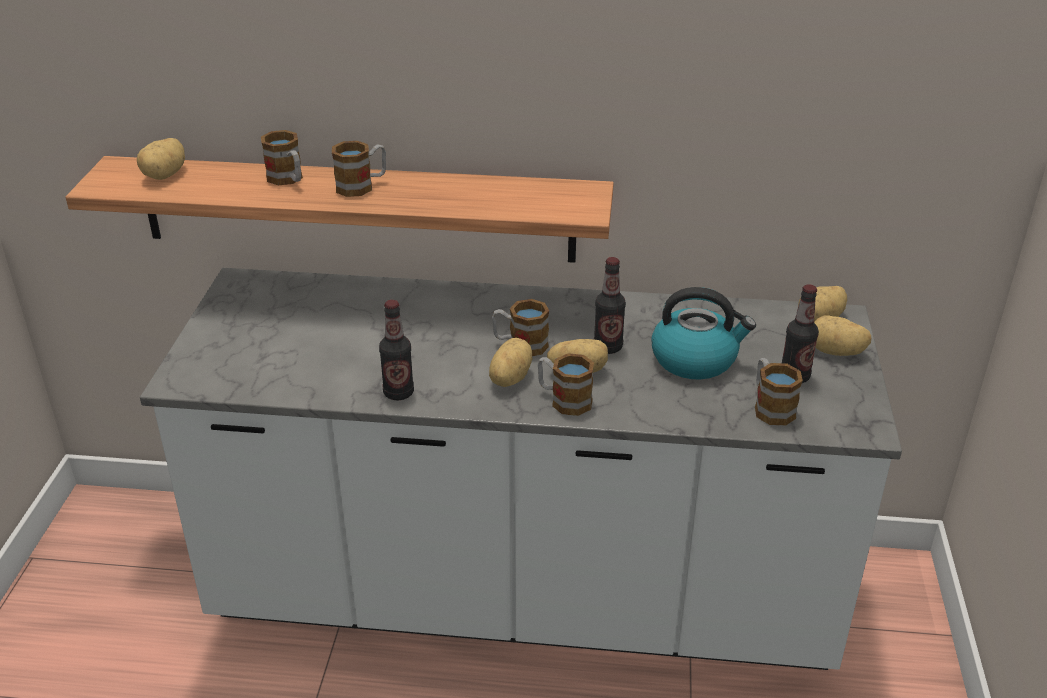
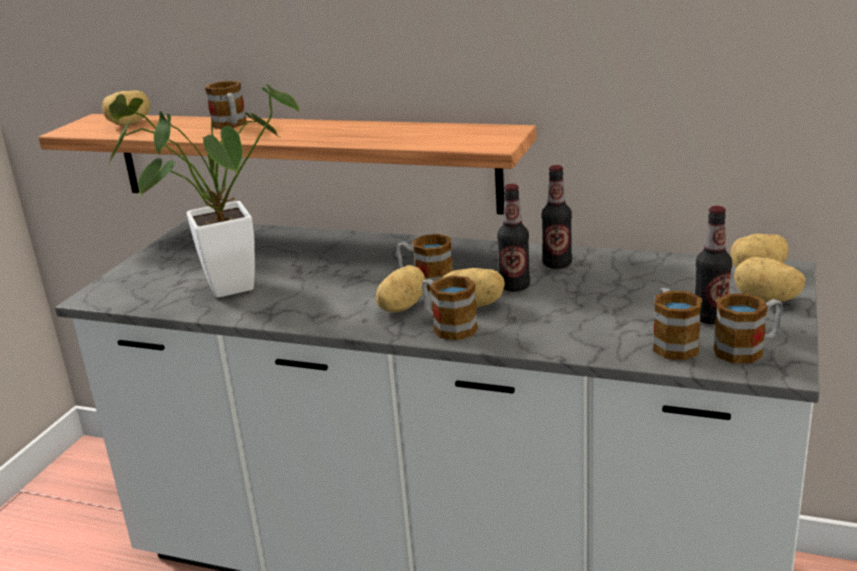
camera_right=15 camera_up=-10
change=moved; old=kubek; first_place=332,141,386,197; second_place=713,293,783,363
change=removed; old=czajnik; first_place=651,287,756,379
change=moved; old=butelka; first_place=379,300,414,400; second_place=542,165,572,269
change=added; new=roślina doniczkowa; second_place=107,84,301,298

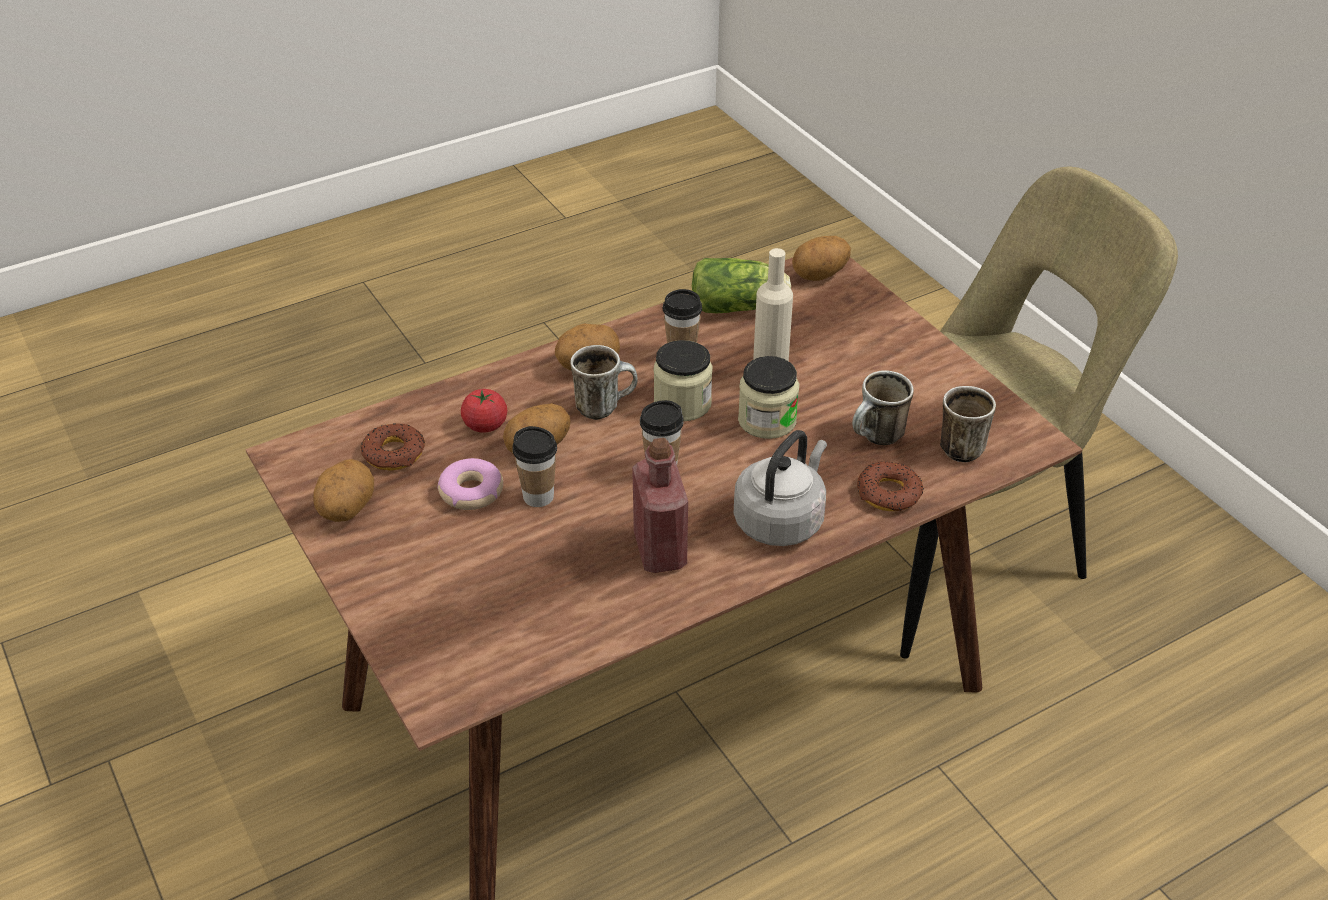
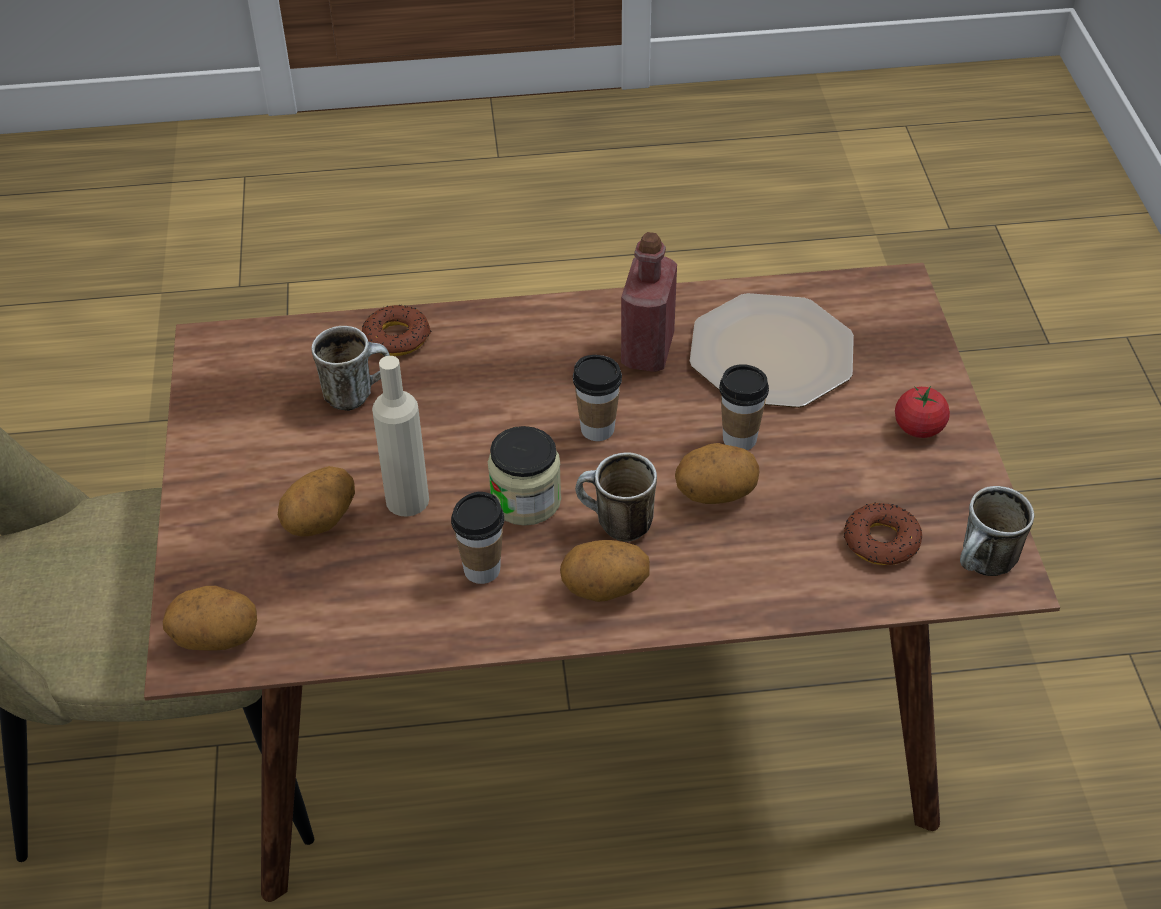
camera_right=-155 camera_up=5
change=removed; old=sałata; first_place=692,258,791,313
change=removed; old=słoik; first_place=738,356,799,439
change=moved; old=kubek; first_place=940,386,996,462; second_place=960,486,1034,576
change=moved; old=pomidor; first_place=461,389,508,432; second_place=895,386,950,438
change=removed; old=czajnik/szary; first_place=734,430,827,546
change=removed; old=donut; first_place=438,458,503,510
change=moved; old=ziemniak; first_place=313,459,374,522; second_place=278,466,355,537
change=added; new=talerz; second_place=690,293,854,408

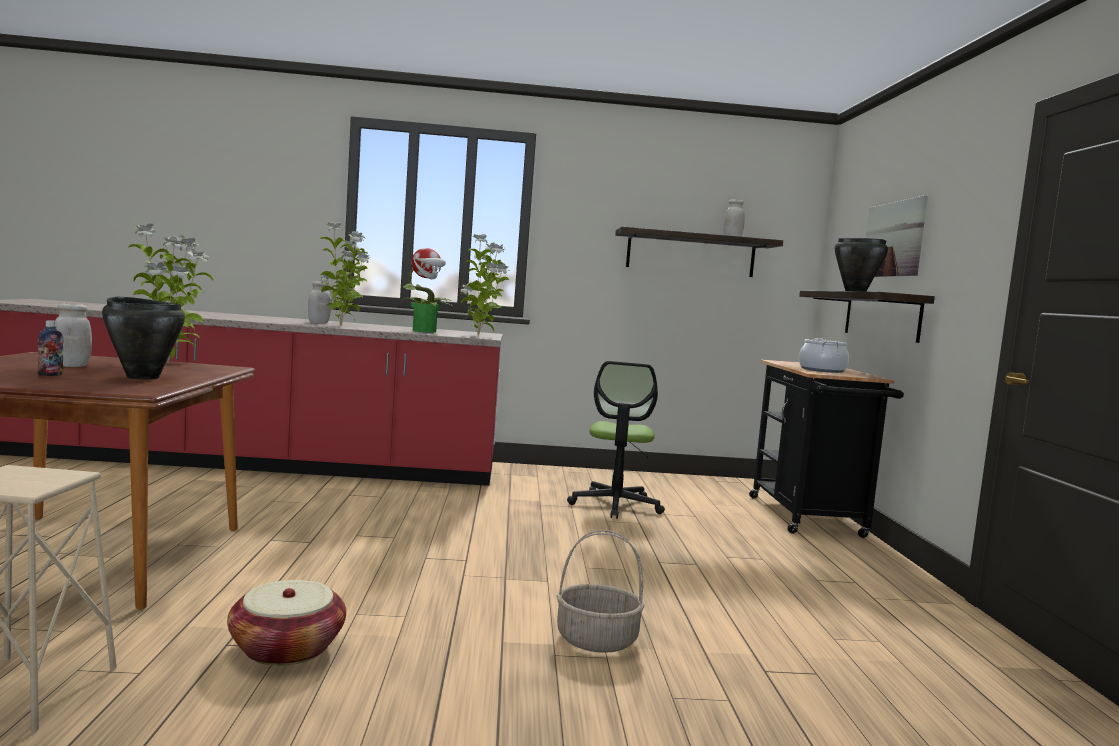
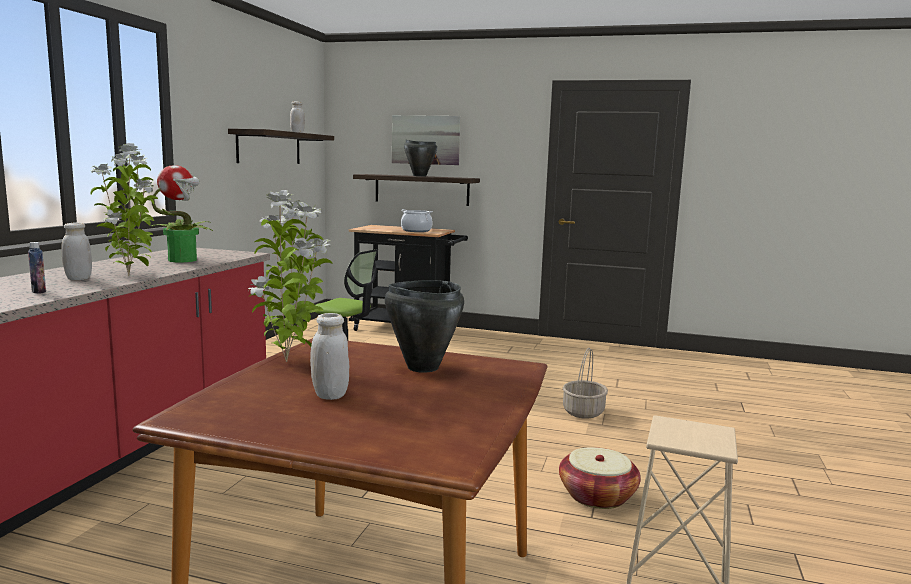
camera_right=-70 camera_up=5
change=removed; old=roślina doniczkowa; first_place=460,234,510,337
change=moved; old=butelka; first_place=38,320,64,376; second_place=28,242,46,294

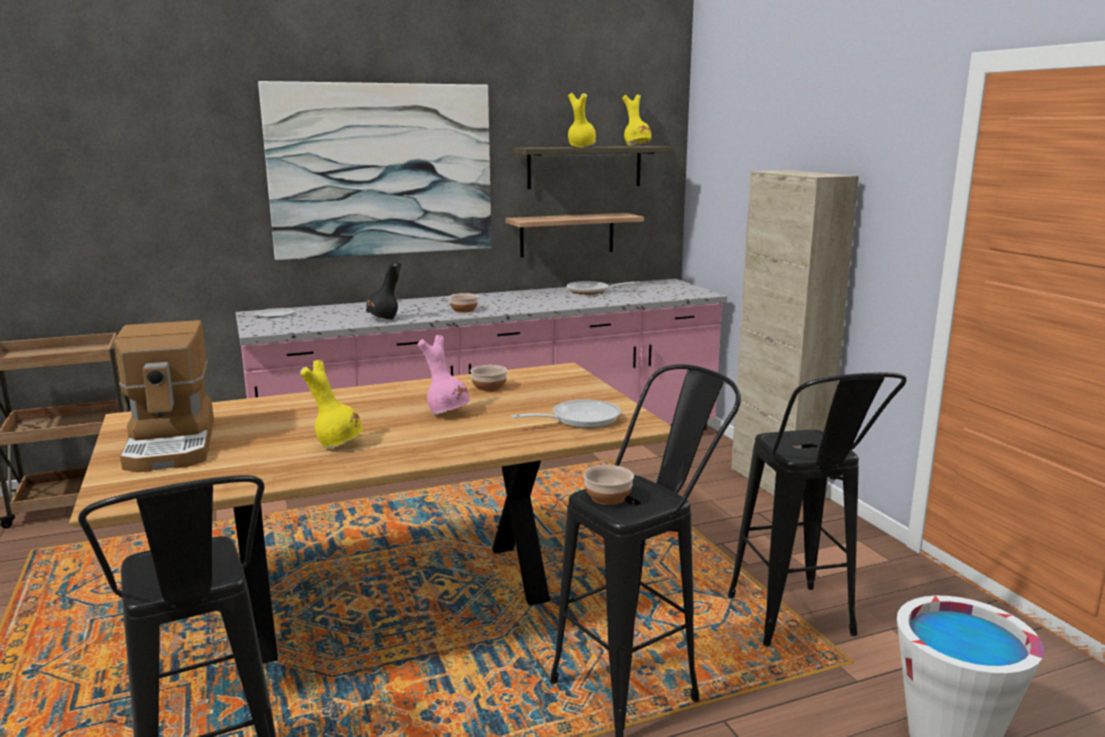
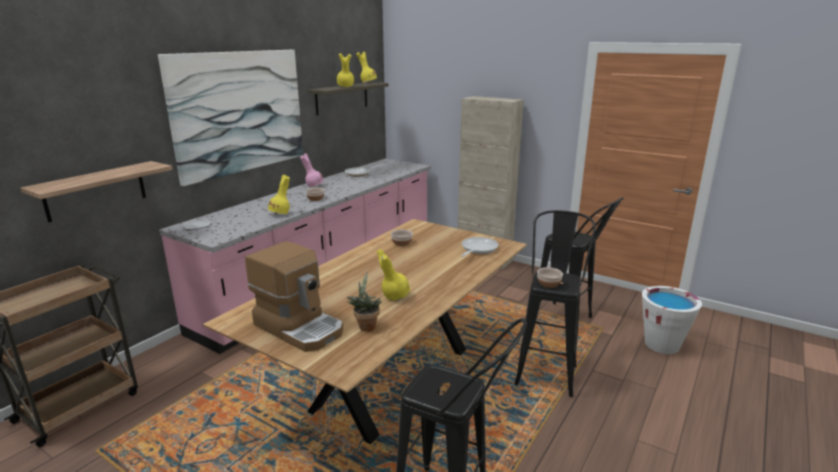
camera_right=-35 camera_up=5
change=moved; old=półka; first_place=506,213,644,258; second_place=20,161,173,223
change=recoloured; old=wazon/czarny; new=wazon/żółty; first_place=366,261,401,319; second_place=268,175,290,214
change=moved; old=wazon/różowy; first_place=418,335,470,415; second_place=300,153,324,188
change=added; new=roślina doniczkowa; second_place=347,271,382,331

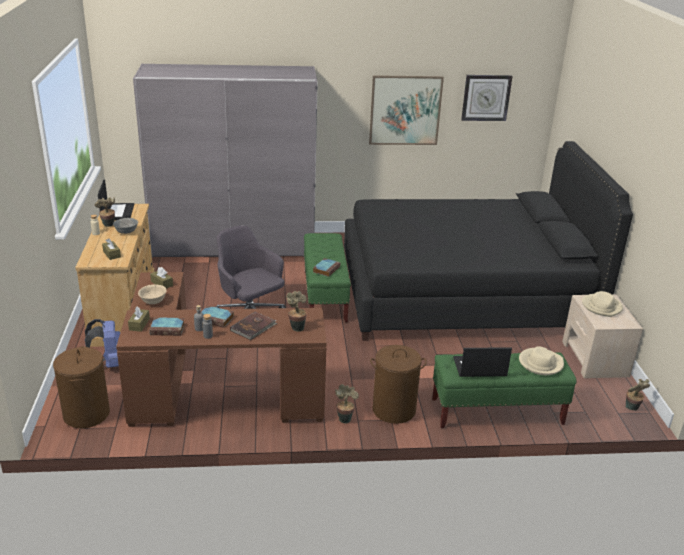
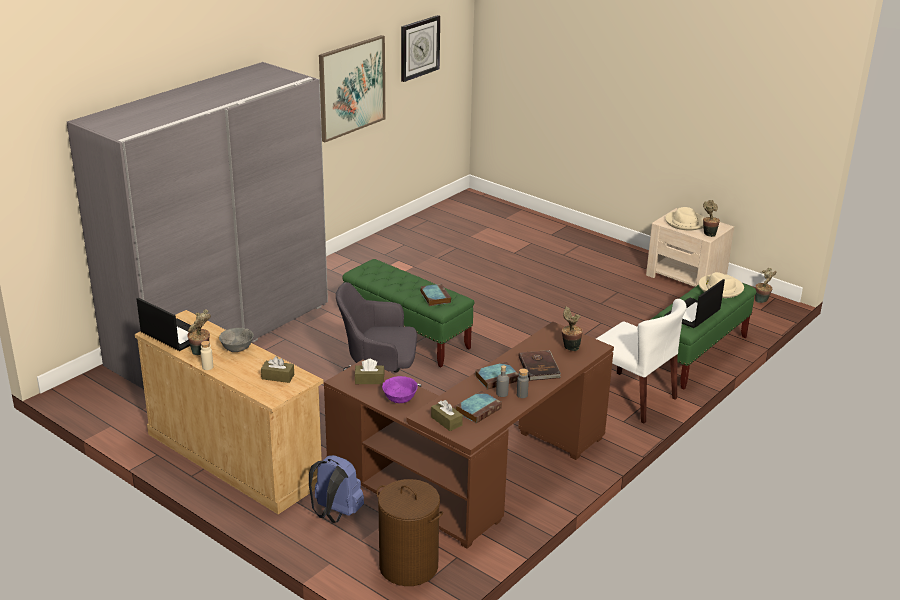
camera_right=-45 camera_up=0
change=removed; old=łóżko/czarny; first_place=344,141,633,341
change=recoloured; old=miska/beżowy; new=miska/fioletowy; first_place=138,284,167,304; second_place=382,376,418,403
change=replaced; old=kosz na pranie/brązowy; new=krzesło/biały; first_place=370,345,427,424; second_place=596,299,687,423
change=moved; old=roślina doniczkowa; first_place=335,384,359,424; second_place=703,200,720,237

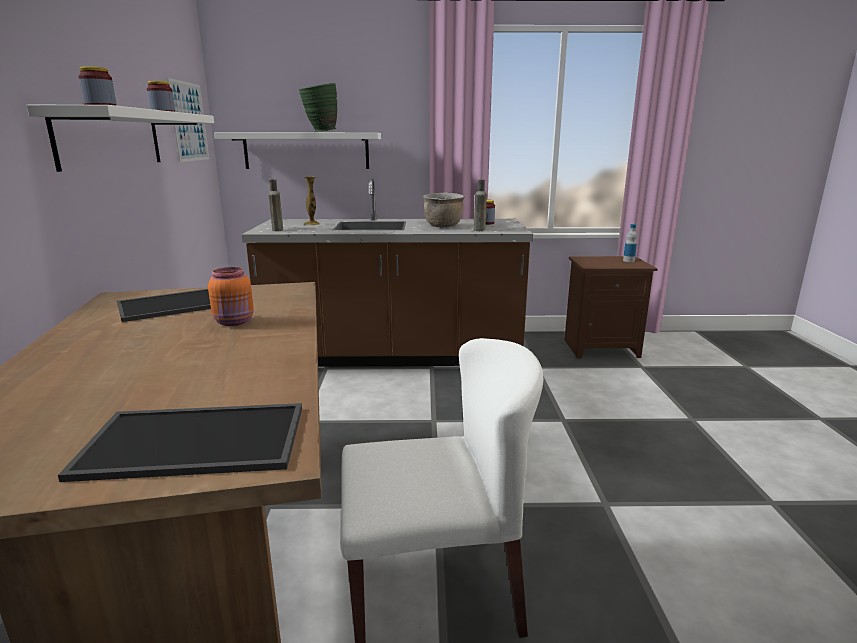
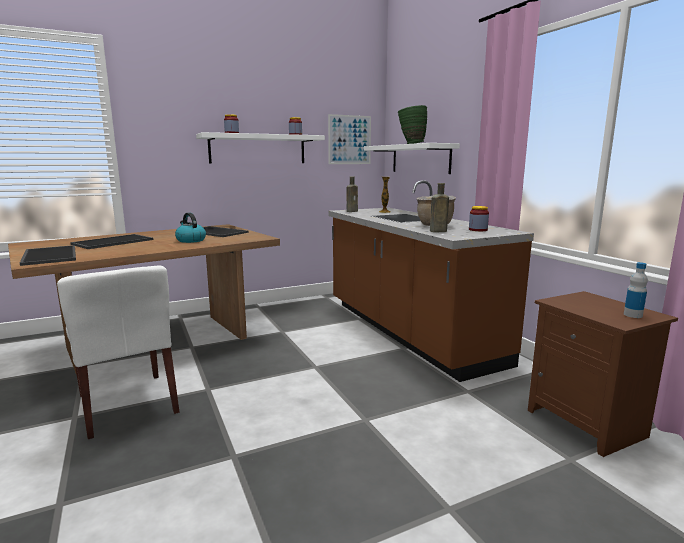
camera_right=65 camera_up=-5
change=replaced; old=słoik/pomarańczowy; new=czajnik; first_place=208,267,254,326; second_place=175,213,206,243
change=added; new=taca; second_place=70,234,153,249

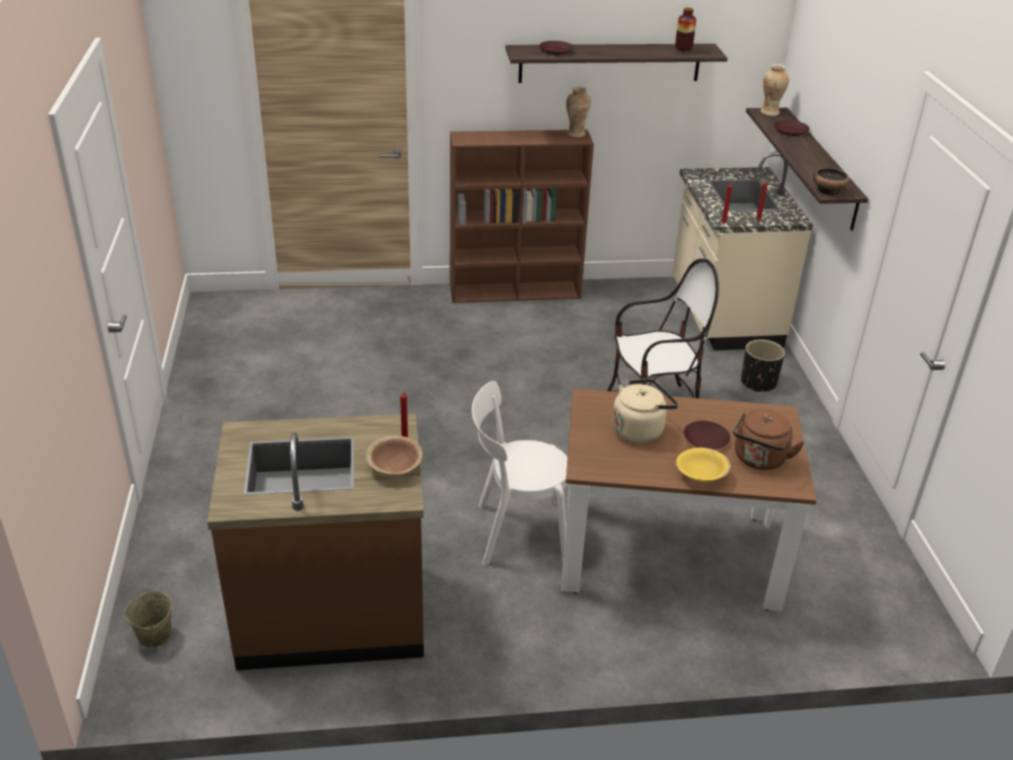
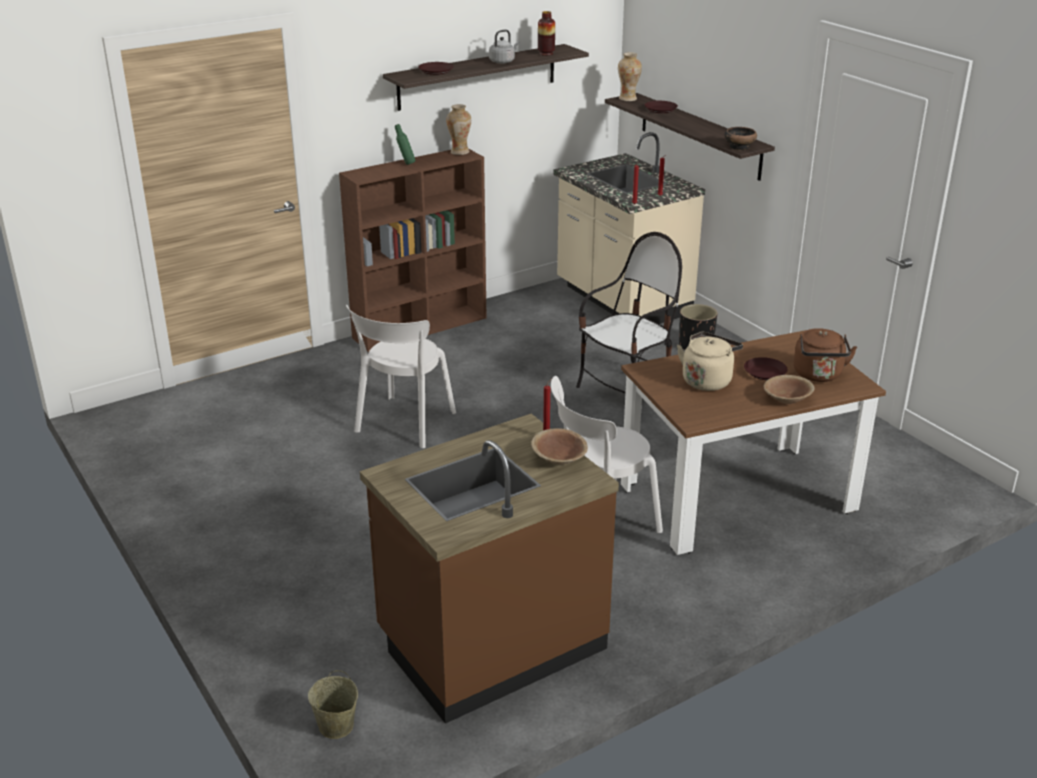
camera_right=-25 camera_up=-5
change=recoloured; old=miska/żółty; new=miska/brązowy; first_place=676,448,730,482; second_place=764,375,815,404
change=added; new=czajnik/szary; second_place=489,30,519,64
change=added; new=butelka/zielony; second_place=395,124,415,165
change=added; new=krzesło/biały; second_place=346,304,456,448

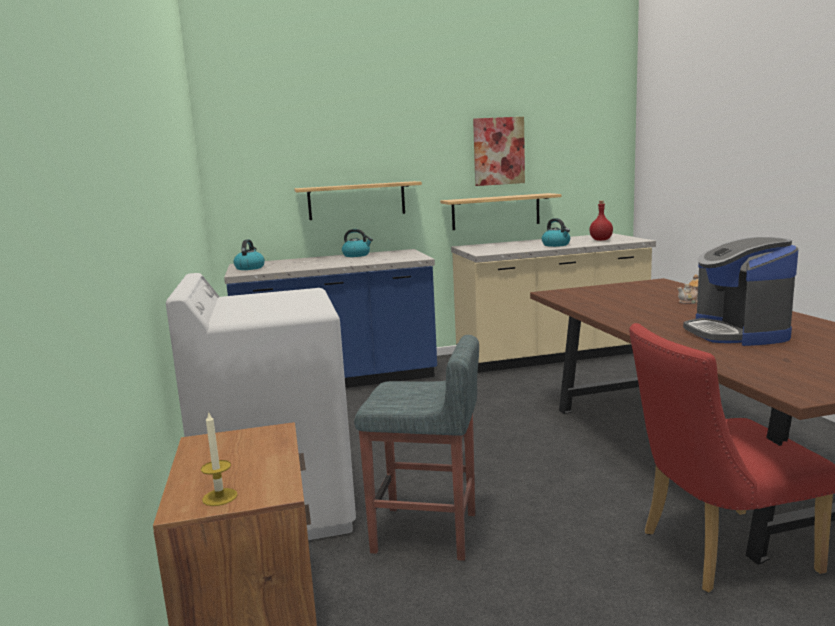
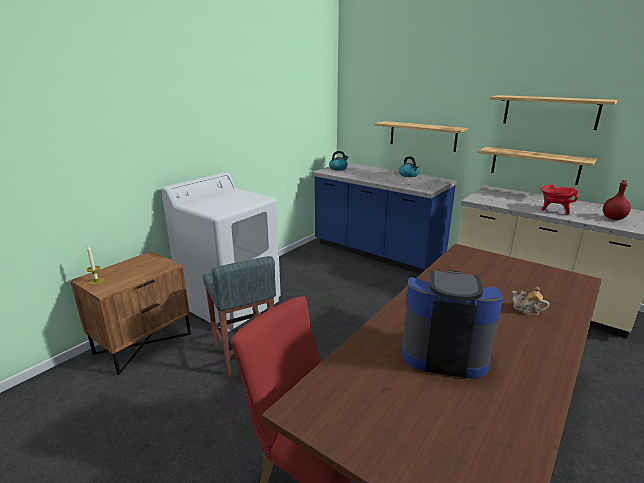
camera_right=50 camera_up=10
change=replaced; old=obraz; new=półka; first_place=473,117,525,186; second_place=490,95,618,130
change=replaced; old=czajnik; new=garnek/czerwony; first_place=542,218,570,247; second_place=540,185,578,214
change=turned; old=ekspres do kawy; first_place=683,237,798,346; second_place=402,270,503,379; degrees=60

